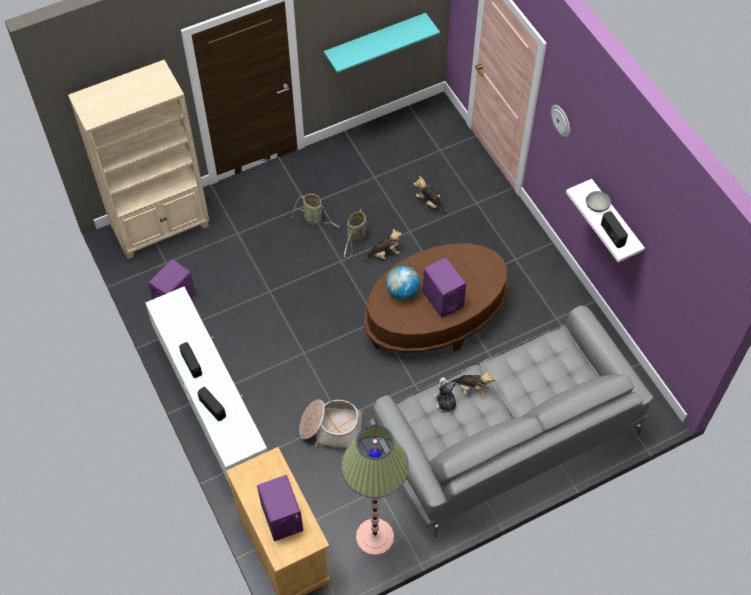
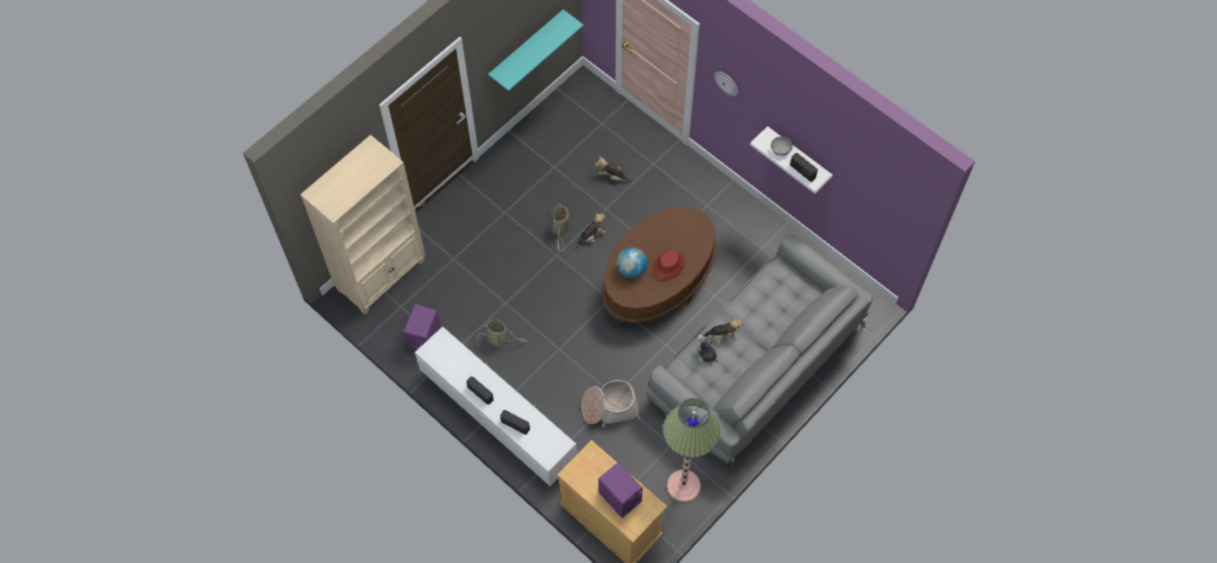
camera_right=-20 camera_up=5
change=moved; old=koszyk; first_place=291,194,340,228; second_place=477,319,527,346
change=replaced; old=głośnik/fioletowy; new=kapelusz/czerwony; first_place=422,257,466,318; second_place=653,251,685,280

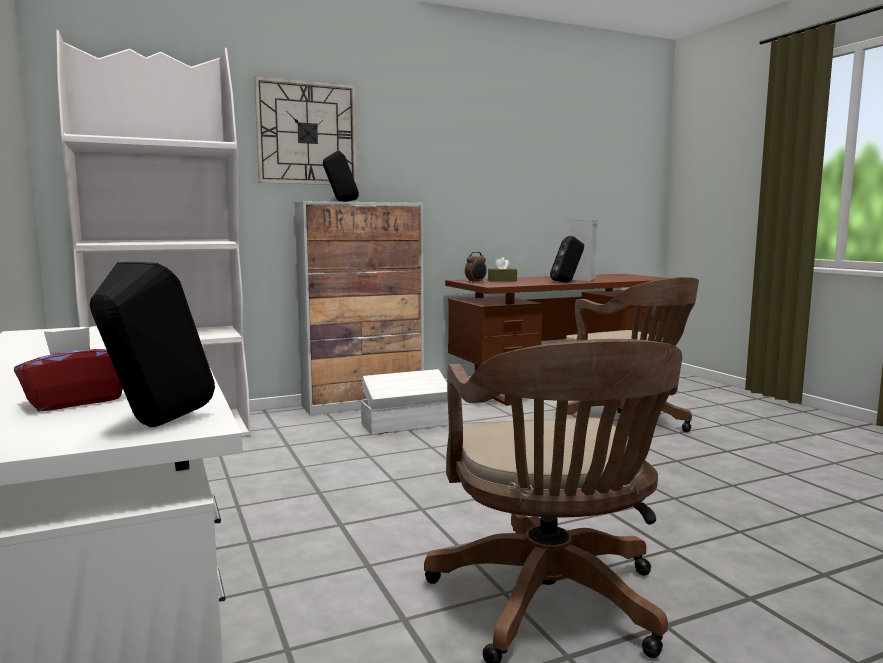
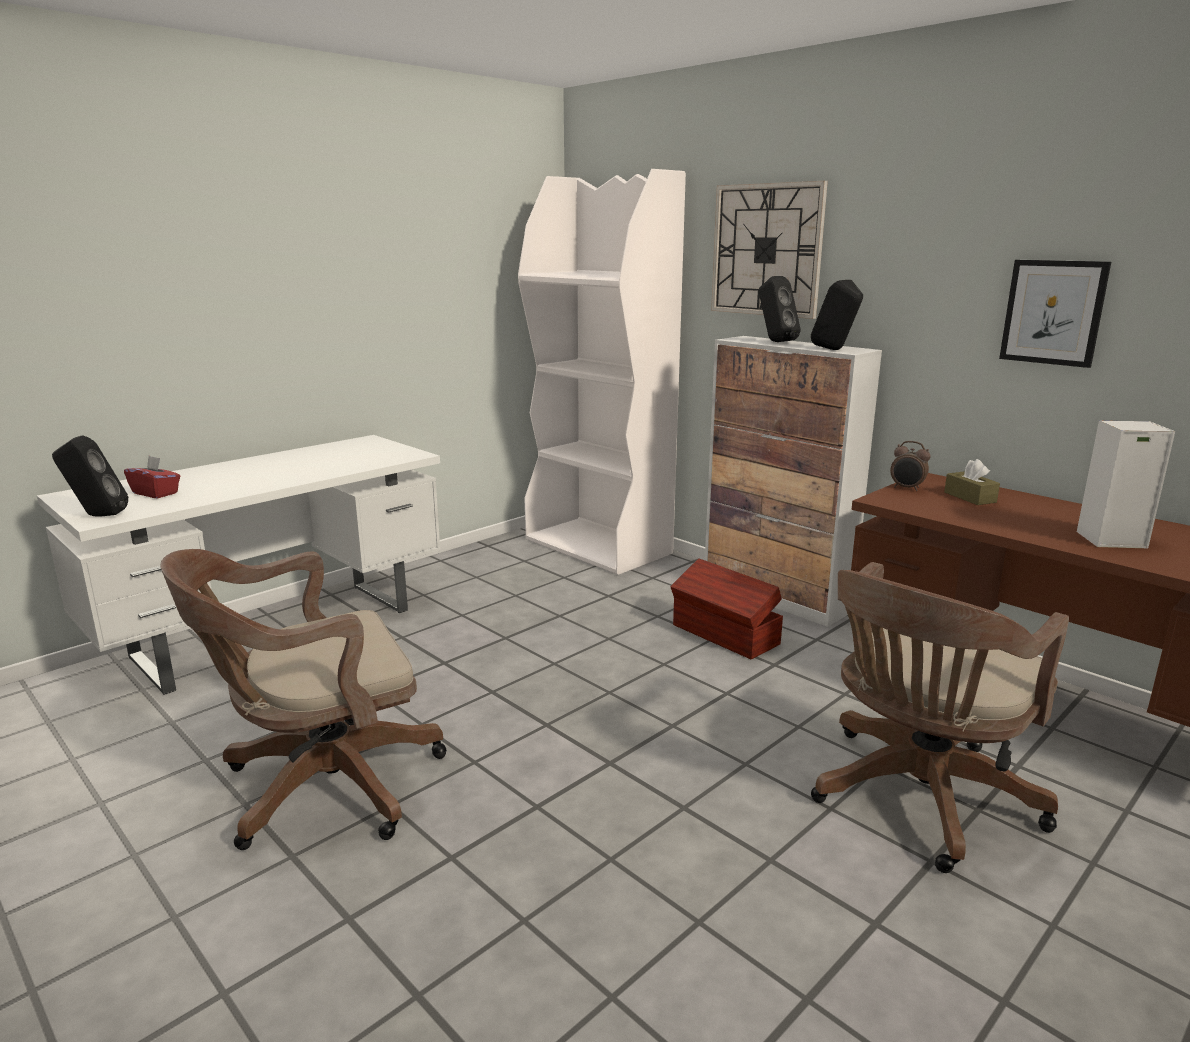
camera_right=70 camera_up=10
change=moved; old=głośnik/czarny; first_place=550,236,584,283; second_place=811,280,863,350
change=recoloured; old=pojemnik do przechowywania/biały; new=pojemnik do przechowywania/brązowy; first_place=361,369,449,435; second_place=670,559,783,659
change=added; new=obraz; second_place=999,260,1111,368

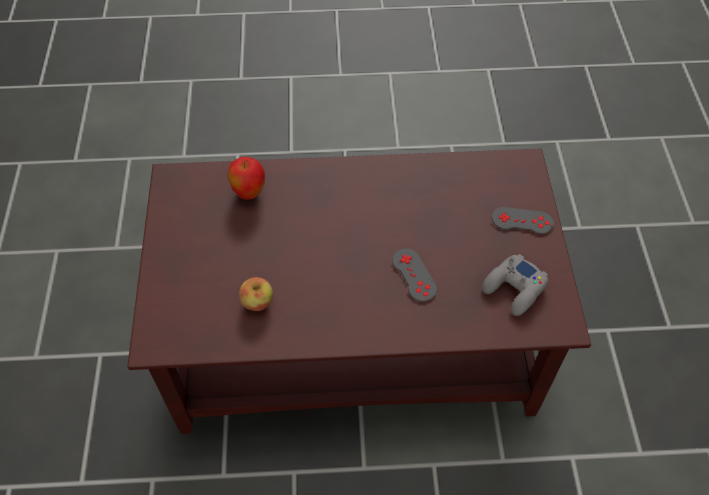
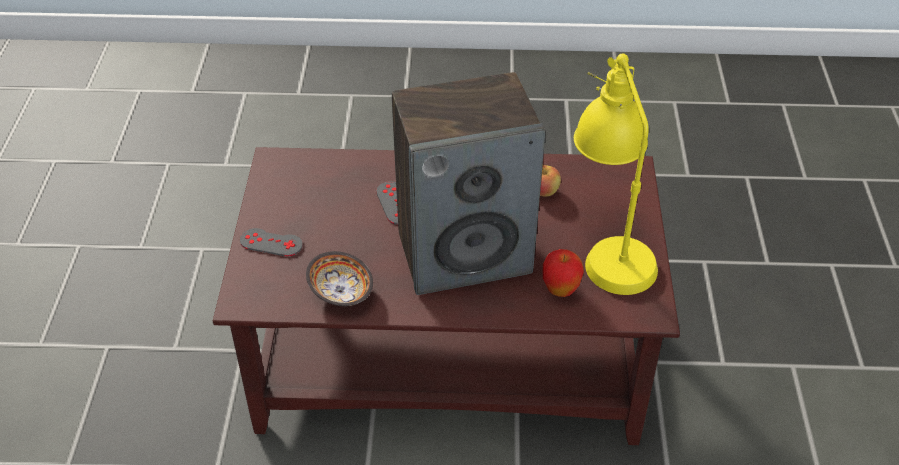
camera_right=-175 camera_up=-10
change=removed; old=pad do gier/szary; first_place=482,254,548,316
change=added; new=lampa stołowa/żółty; second_place=574,54,658,295
change=added; new=głośnik; second_place=392,72,545,295
change=added; new=miska; second_place=306,251,373,306

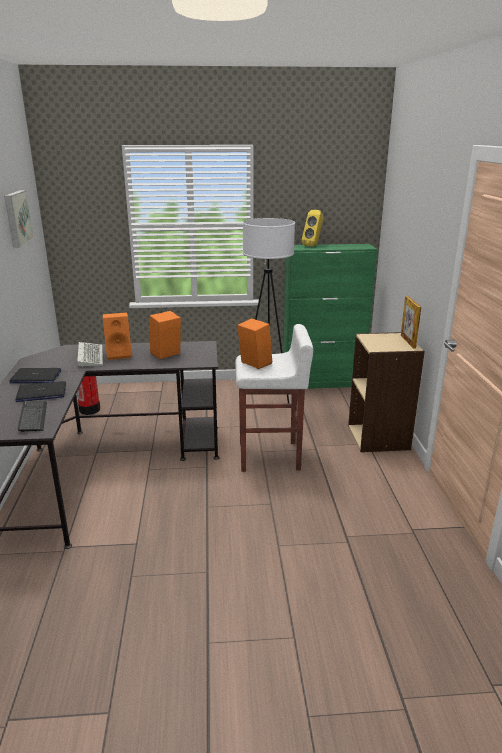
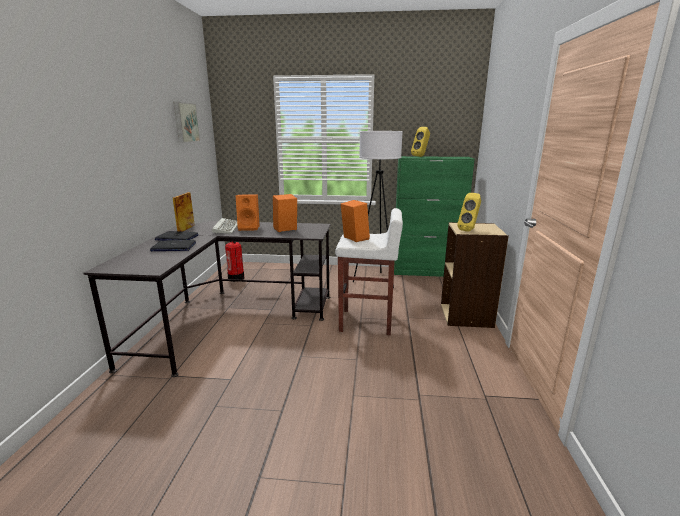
camera_right=10 camera_up=-5
change=moved; old=ramka na zdjęcie; first_place=401,296,421,348; second_place=173,192,195,232
change=removed; old=klawiatura; first_place=18,401,47,432
change=added; new=głośnik/żółty; second_place=457,193,481,232

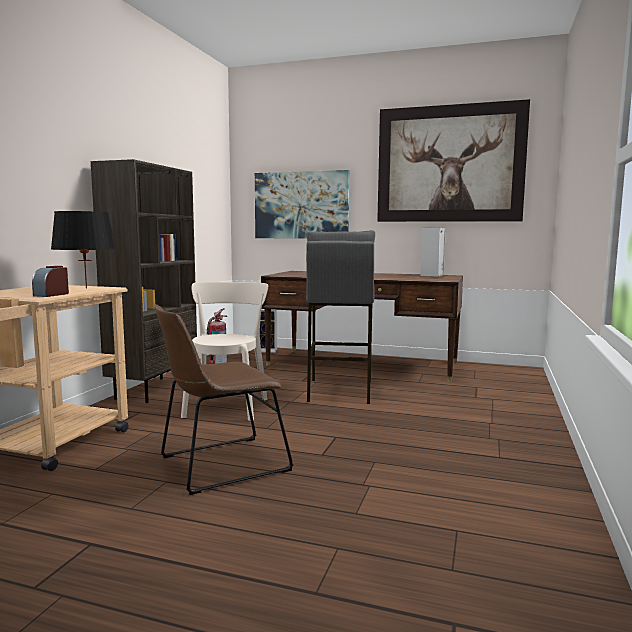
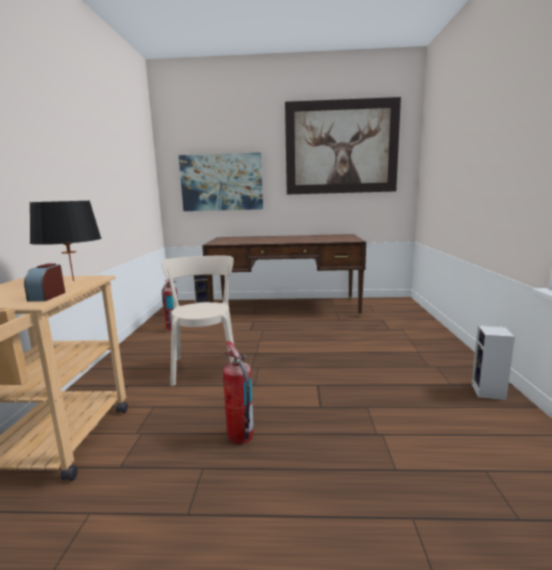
camera_right=-15 camera_up=5
change=removed; old=regał/brązowy; first_place=91,159,197,403
change=moved; old=głośnik; first_place=420,228,446,277; second_place=472,325,515,400
change=removed; old=stołek/szary; first_place=306,230,375,404
change=replaced; old=krzesło/brązowy; new=gaśnica; first_place=154,304,294,495; second_place=223,341,254,444

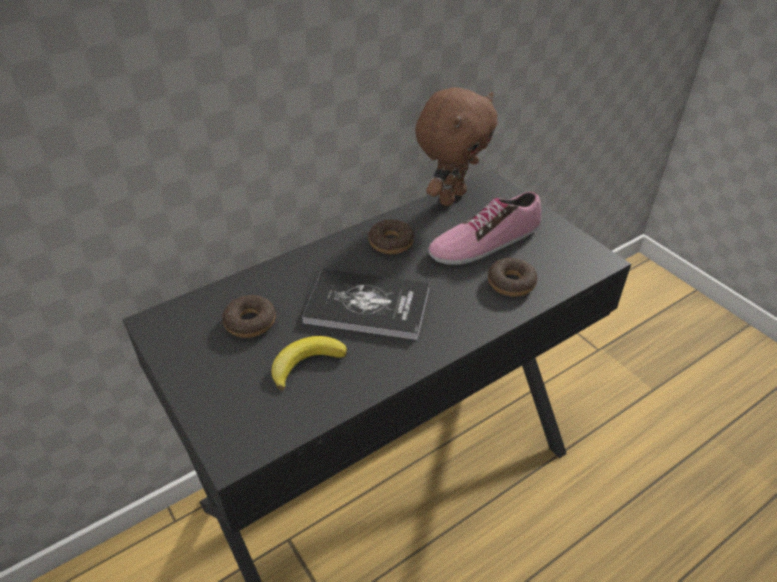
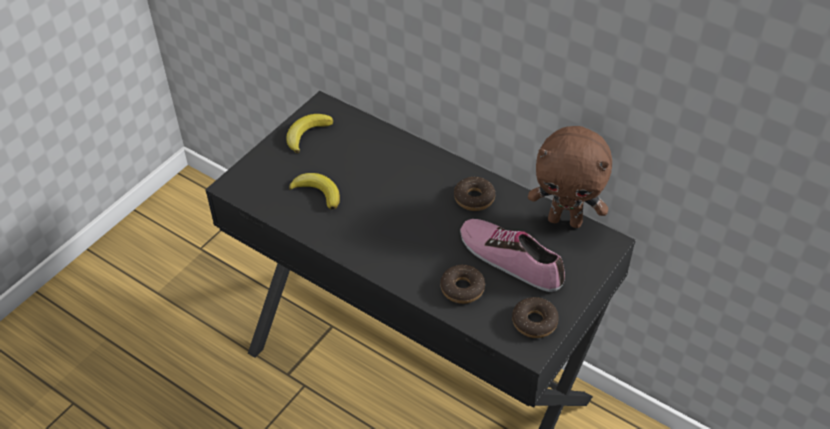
camera_right=70 camera_up=5
change=removed; old=książka; first_place=302,269,429,340
change=moved; old=donut; first_place=222,295,276,338; second_place=512,297,559,338
change=added; new=banan; second_place=286,114,333,153

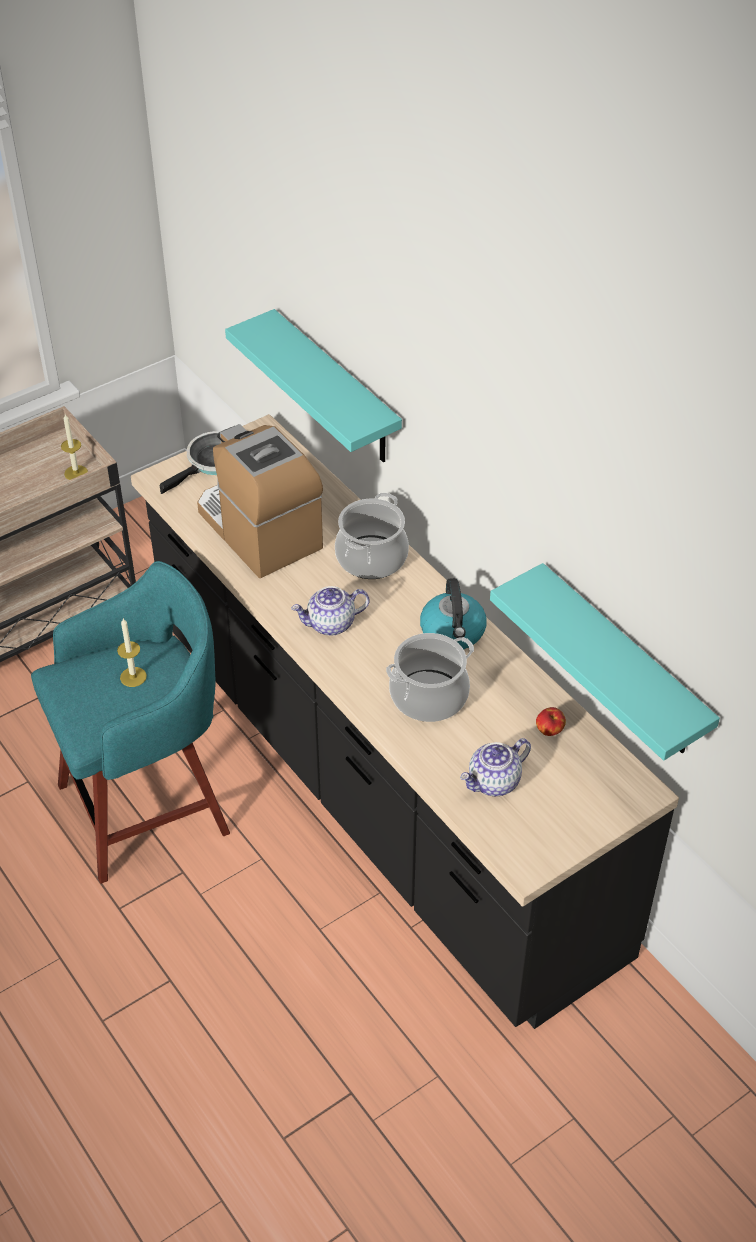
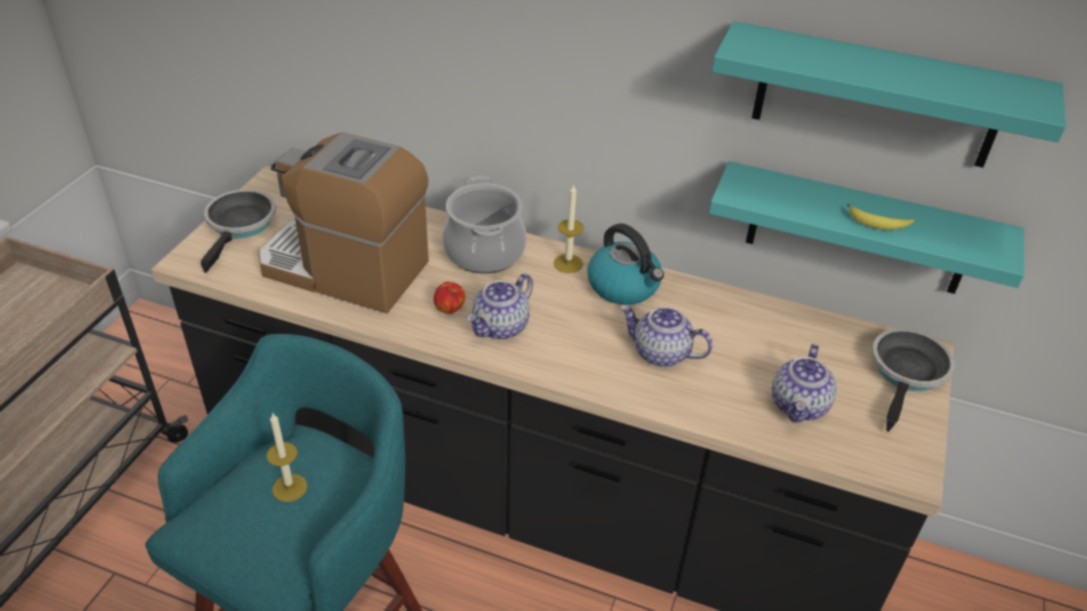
camera_right=-35 camera_up=-5
change=moved; old=półka/turkusowy; first_place=225,309,402,463; second_place=712,21,1066,168
change=moved; old=świeca; first_place=61,414,88,480; second_place=554,184,584,273
change=replaced; old=garnek; new=imbryk; first_place=386,633,474,722; second_place=620,305,713,367
change=moved; old=jabłko; first_place=536,707,566,736; second_place=434,282,465,314
change=added; new=banan; second_place=847,204,914,230
change=added; new=patelnia; second_place=872,329,955,432

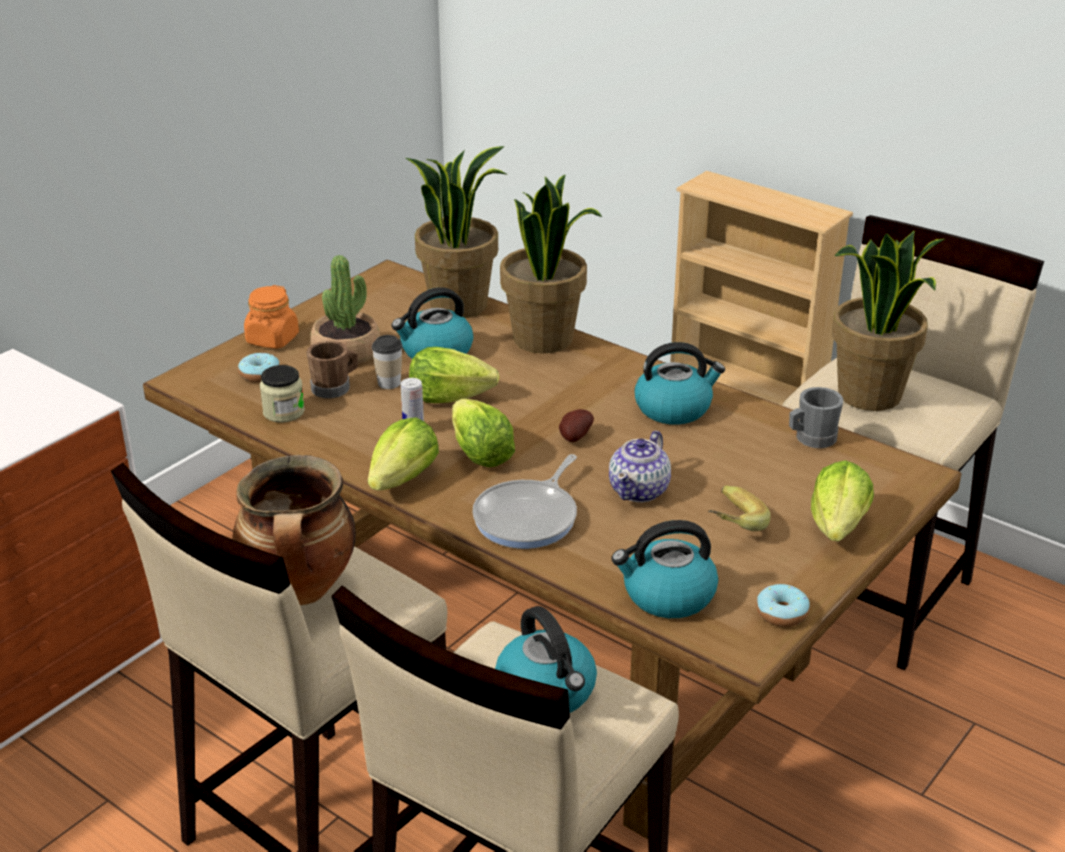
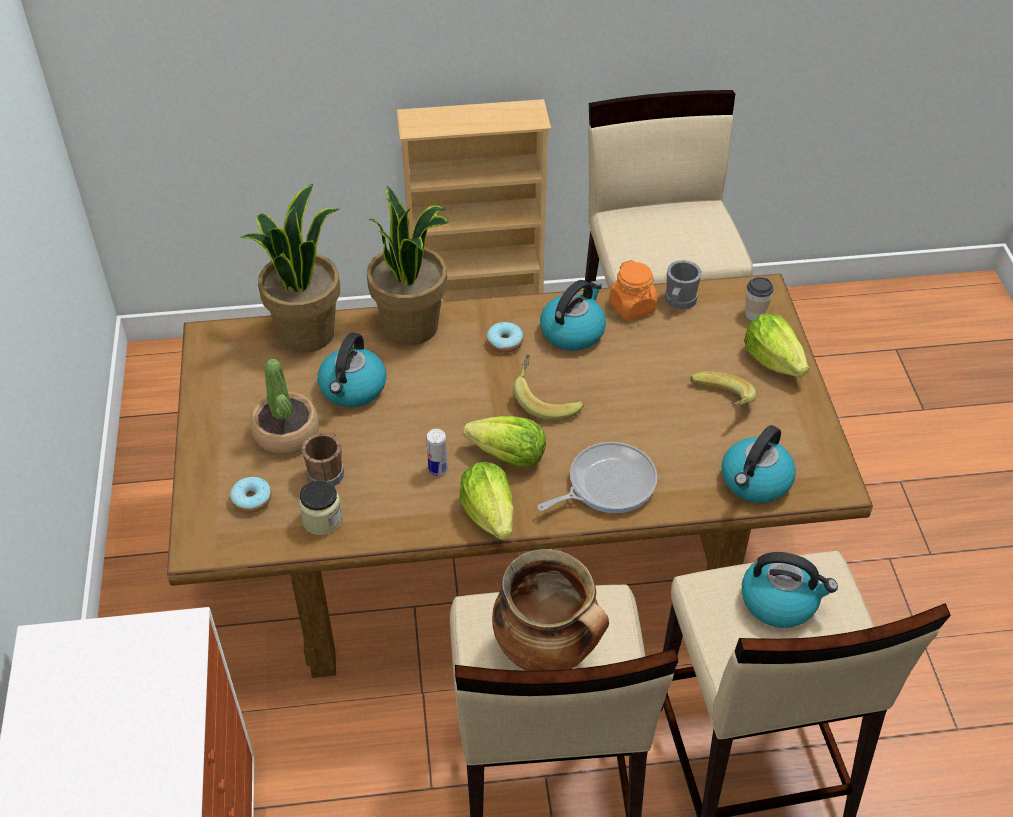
camera_right=-45 camera_up=15
change=removed; old=roślina doniczkowa; first_place=832,231,945,411
change=moved; old=słoik/pomarańczowy; first_place=244,285,299,349; second_place=609,260,658,320
change=moved; old=filiżanka; first_place=372,335,403,389; second_place=745,277,774,321
change=removed; old=sałata; first_place=409,347,499,403
change=replaced; old=ziemniak; new=banan; first_place=559,409,594,442; second_place=513,354,584,420
change=removed; old=imbryk; first_place=609,431,671,502
change=turned; old=patelnia; first_place=472,454,577,549; second_place=538,442,657,513; degrees=-105
change=moved; old=donut; first_place=756,584,810,627; second_place=487,322,523,353

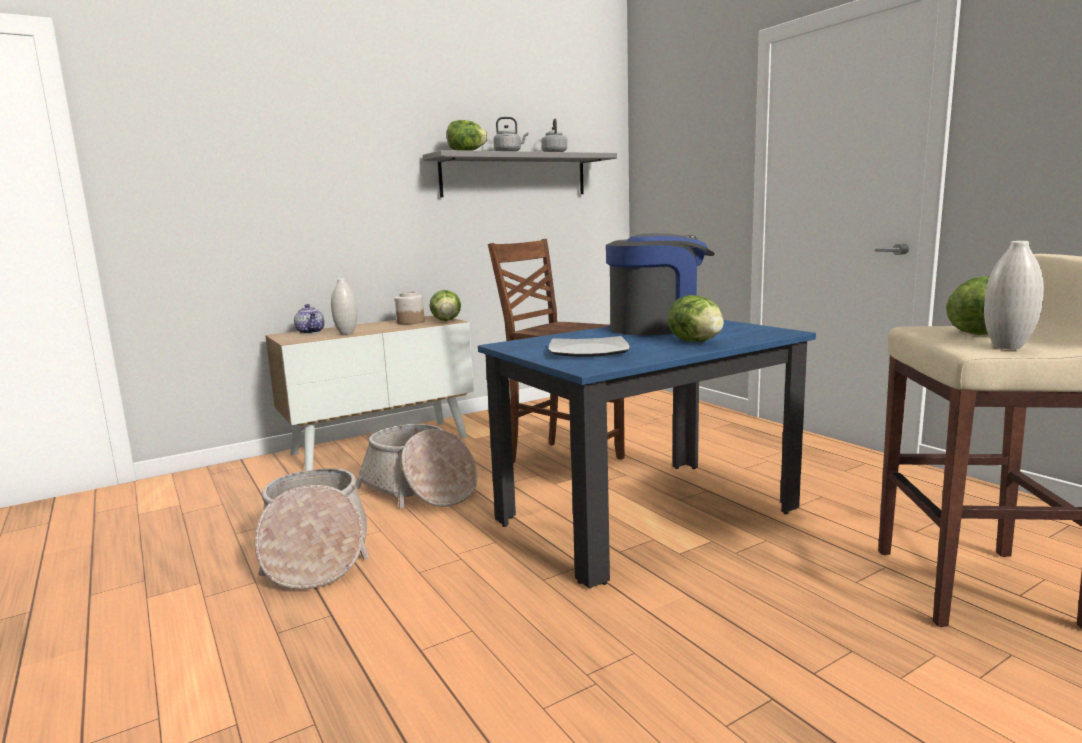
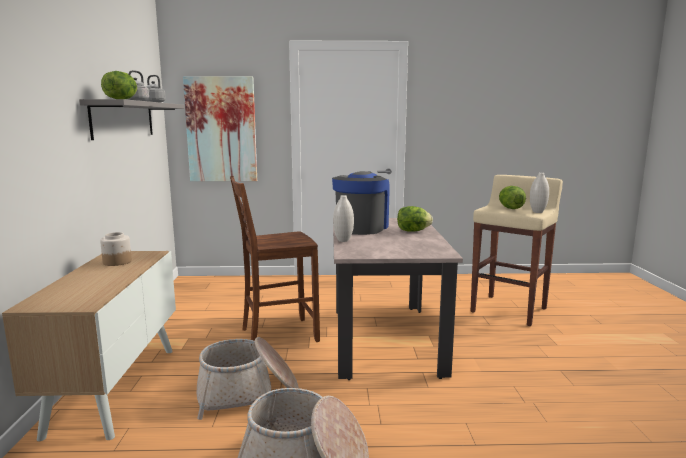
camera_right=-60 camera_up=0
change=moved; old=wazon/biały; first_place=331,278,357,334; second_place=333,195,354,242
change=removed; old=sałata; first_place=429,290,461,321
change=removed; old=imbryk; first_place=294,304,324,334
change=recoloured; old=stół jadalny/niebieski; new=stół jadalny/beżowy; first_place=478,320,816,588; second_place=333,218,463,380
change=removed; old=talerz; first_place=549,336,630,357
change=added; new=obraz; second_place=183,76,257,181

